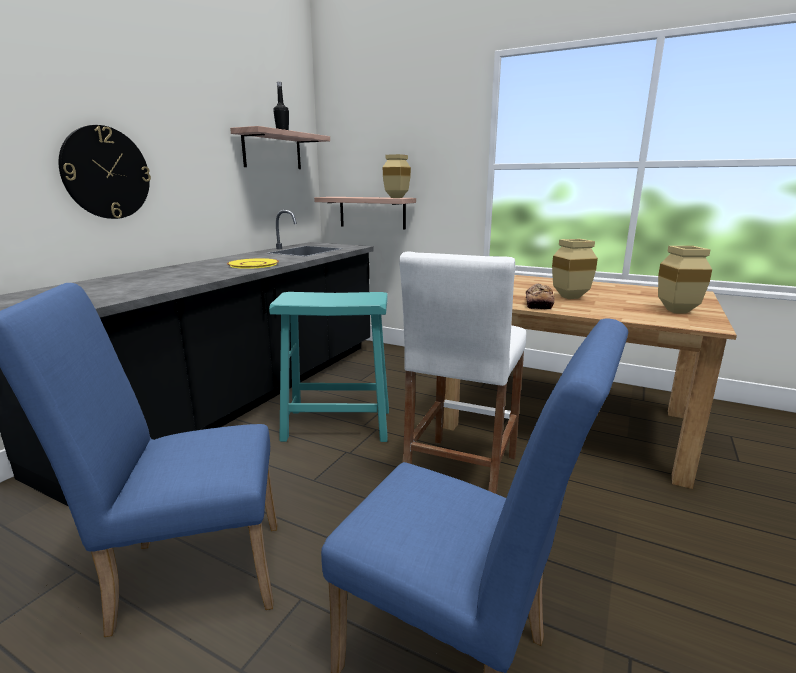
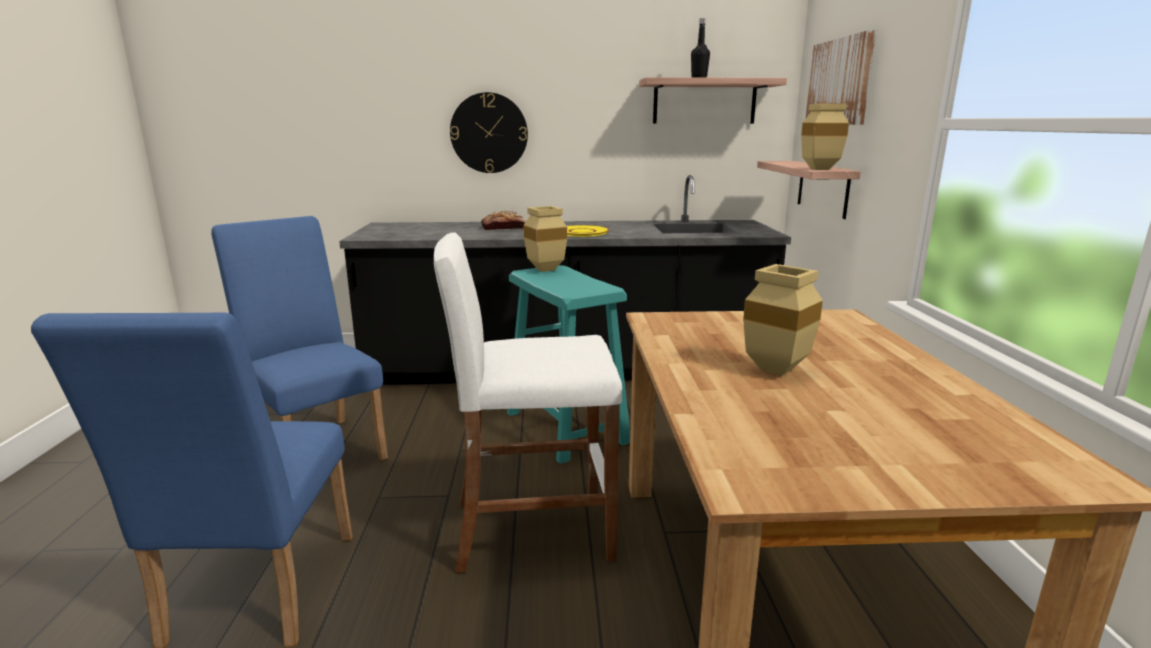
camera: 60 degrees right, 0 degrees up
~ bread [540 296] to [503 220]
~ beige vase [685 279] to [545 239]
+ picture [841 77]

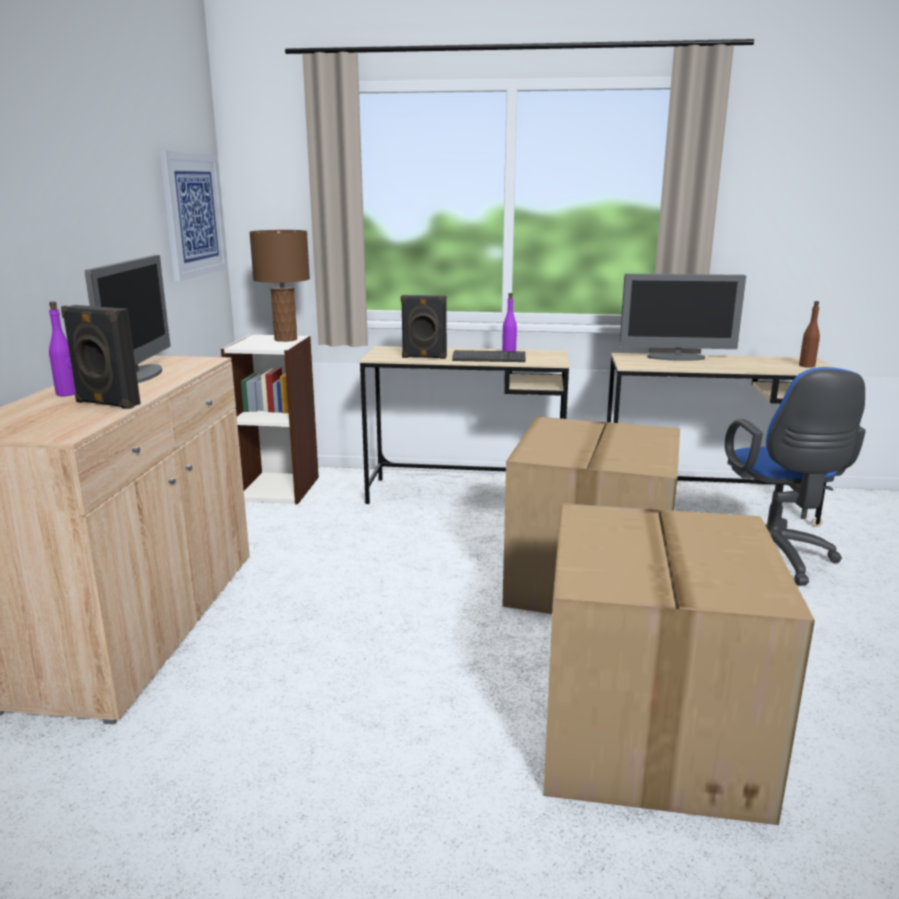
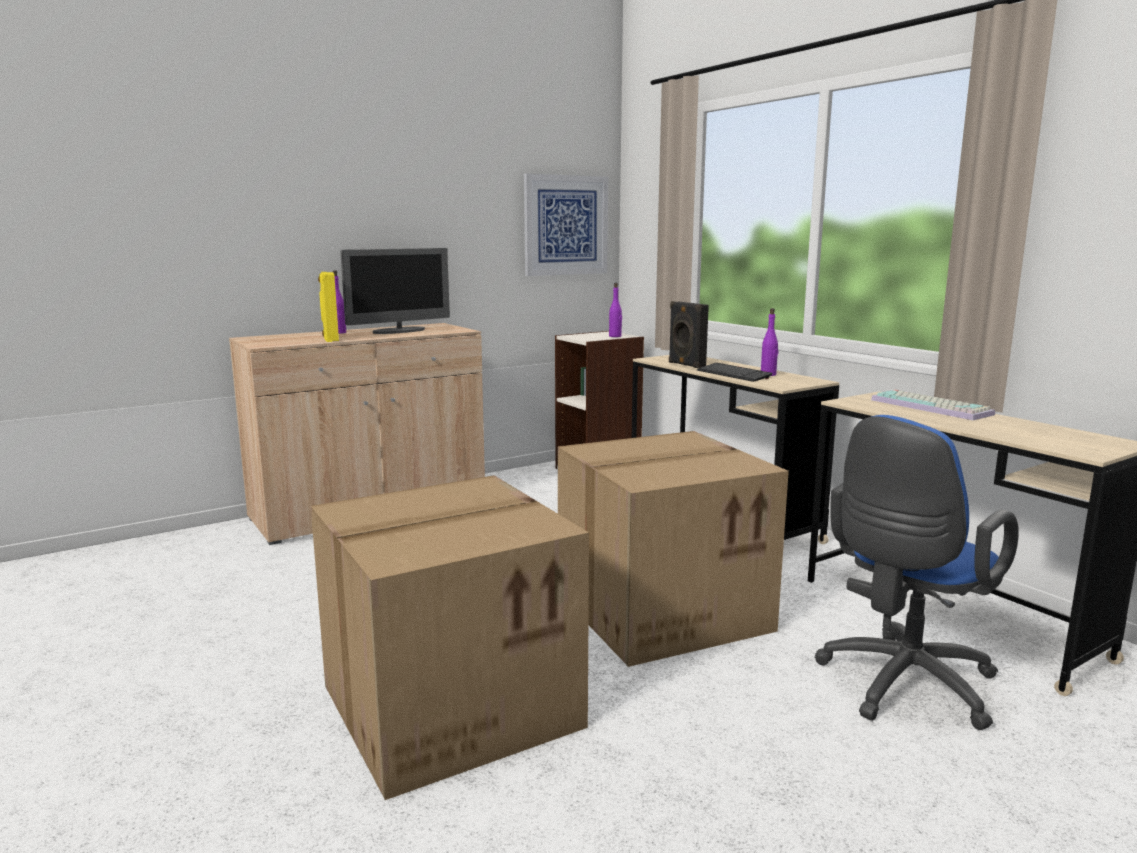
camera: 50 degrees right, 5 degrees down
~ black speaker [101 357] to yellow speaker [328 307]
~ brown table lamp [280 286] to purple bottle [615 310]
~ monitor [682 317] to keyboard [933 405]
- brown bottle [809 334]

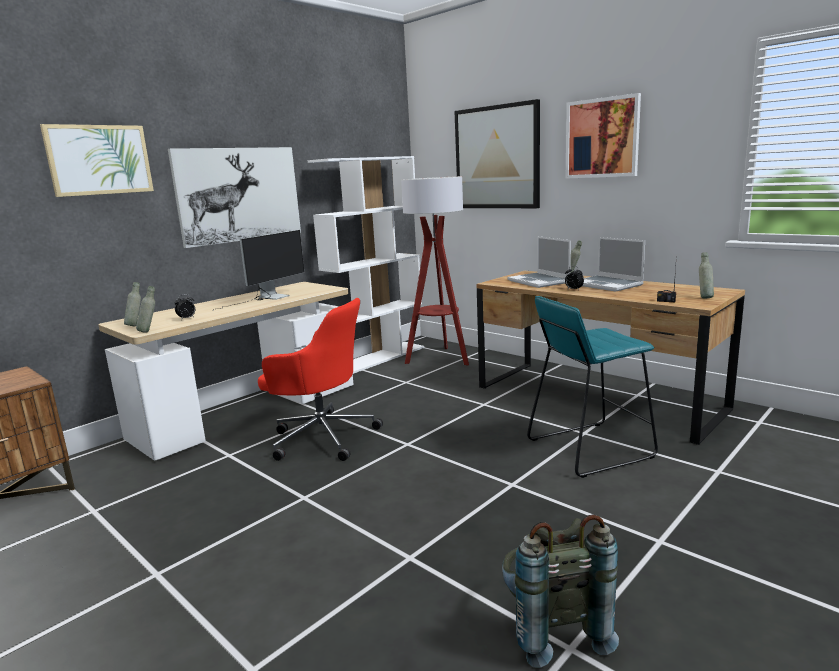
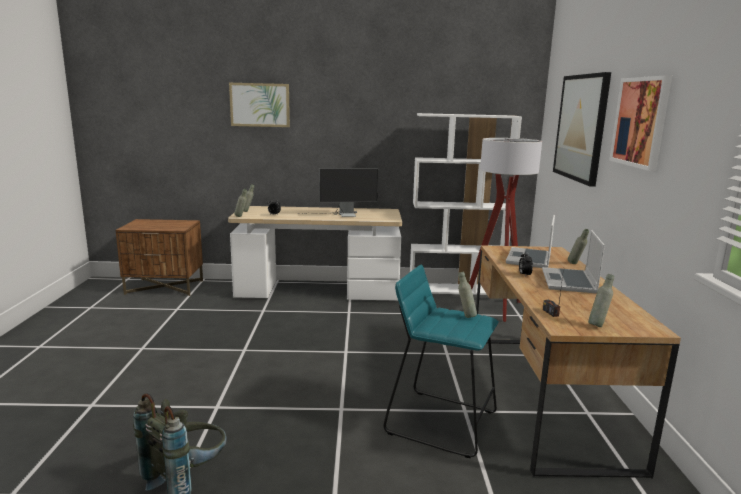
camera: 45 degrees right, 0 degrees up
+ grey bottle [467 295]
- picture [234 197]
- red office chair [320 379]

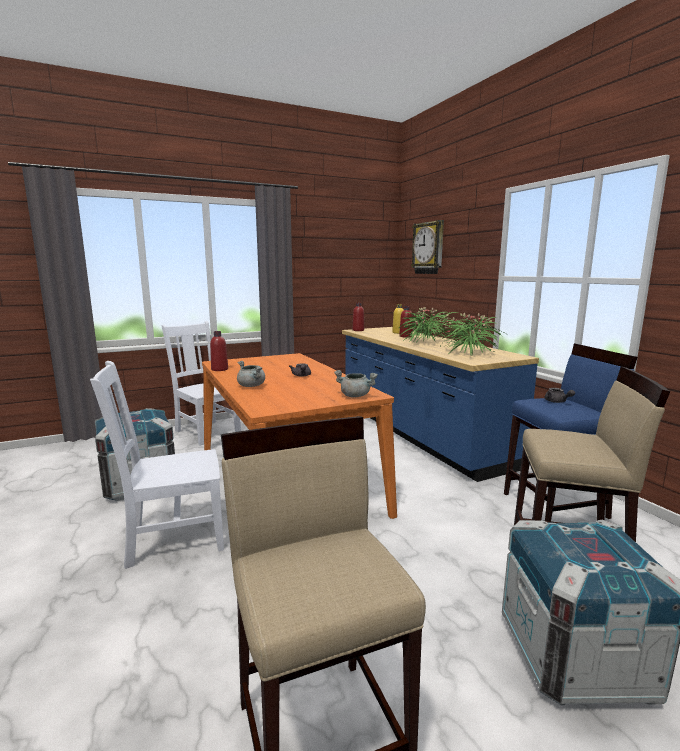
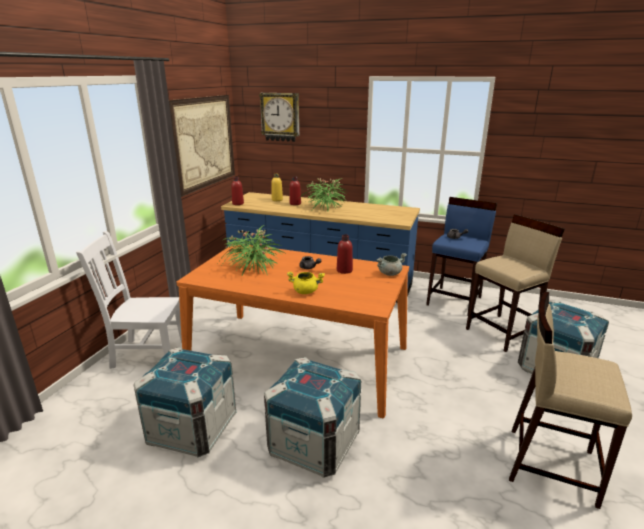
camera: 45 degrees left, 10 degrees up
+ picture [202 146]
~ potted plant [470 334] to [251 250]
~ white chair [157 465] to crate [312 417]
~ grey cooking pot [251 374] to yellow cooking pot [306 283]
~ red bottle [219 351] to [345 254]

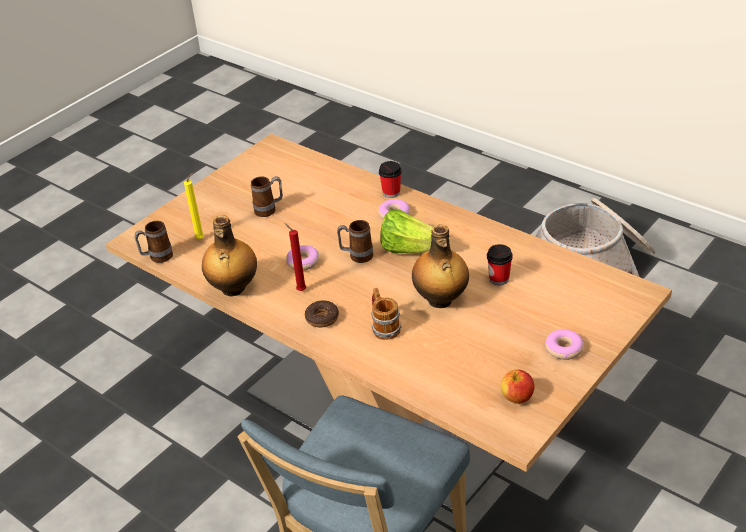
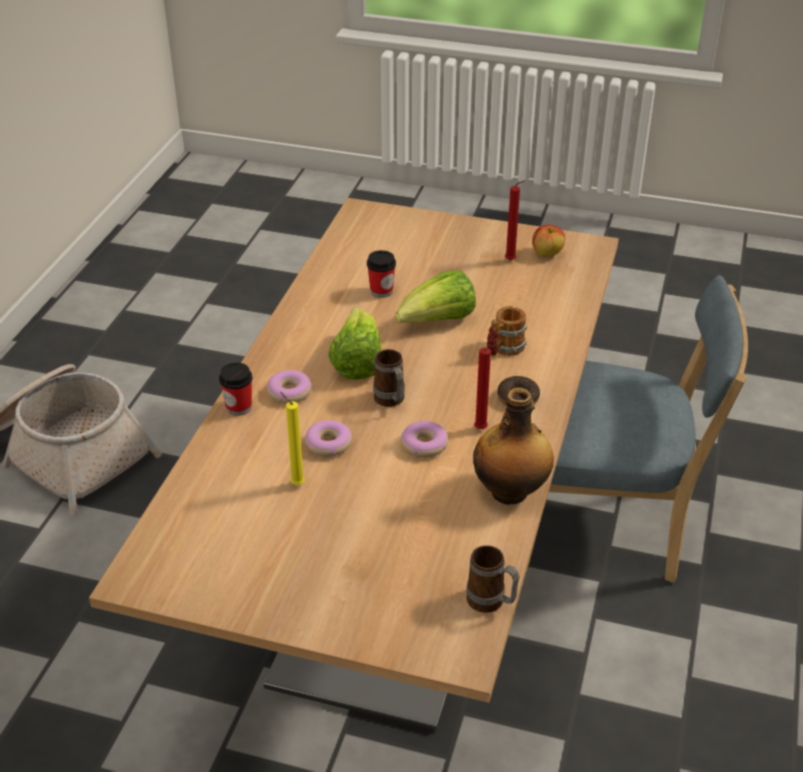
camera: 115 degrees left, 0 degrees up
~ yellow candle [194 205] to [292 438]
~ donut [564 344] to [328 438]
~ bottle [440 266] to lettuce [435 296]
+ red candle [515 220]
- mug [267 196]

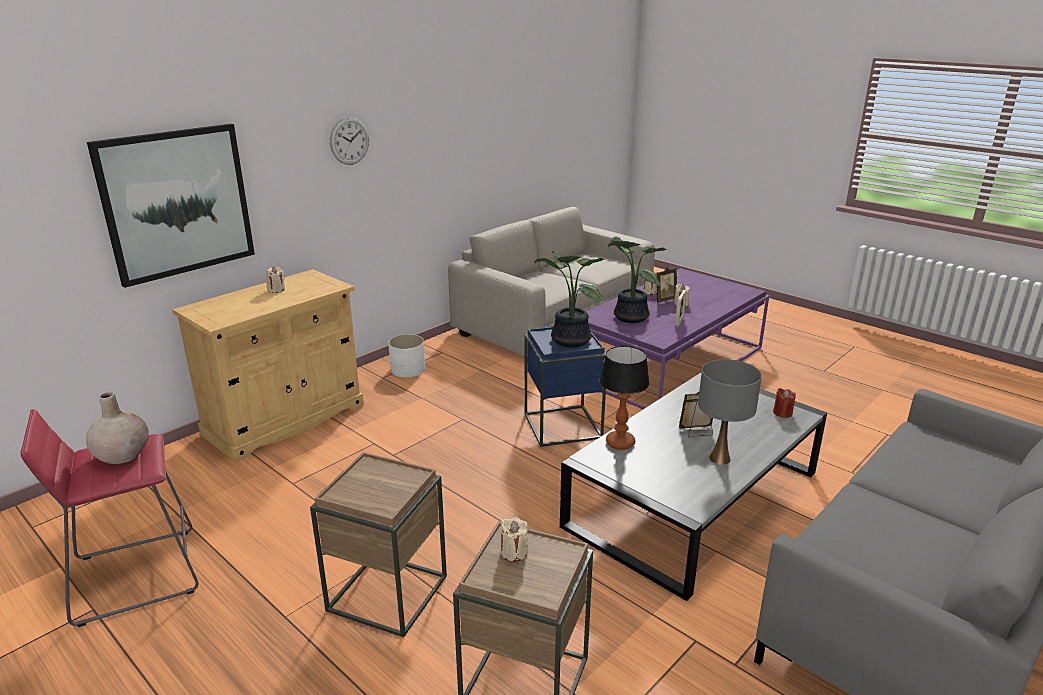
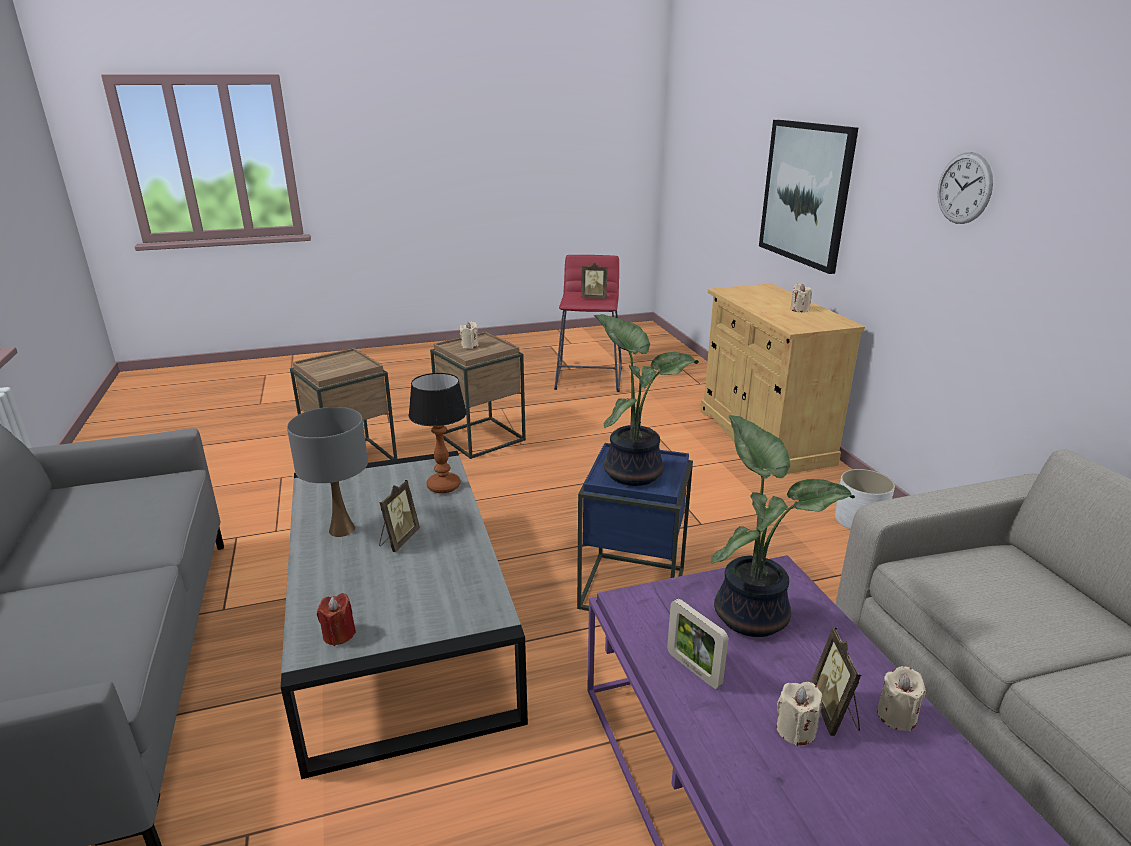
camera: 120 degrees right, 0 degrees up
~ beige candle [514 539] to [469 335]
~ beige vase [117 428] to picture frame [594 281]

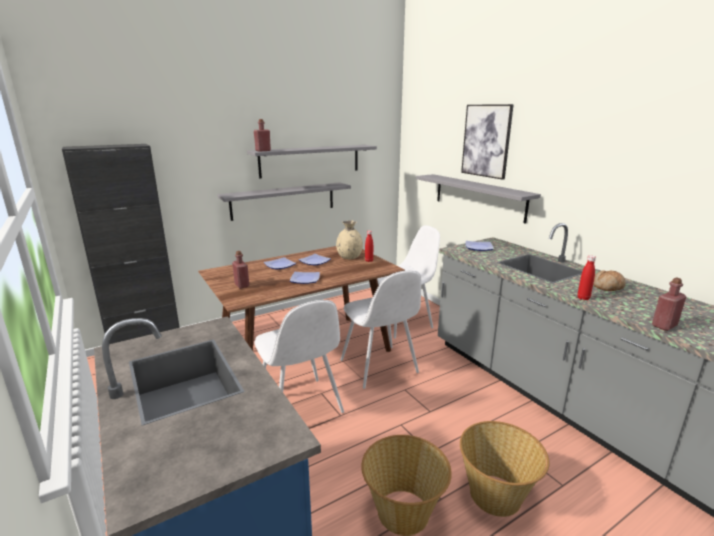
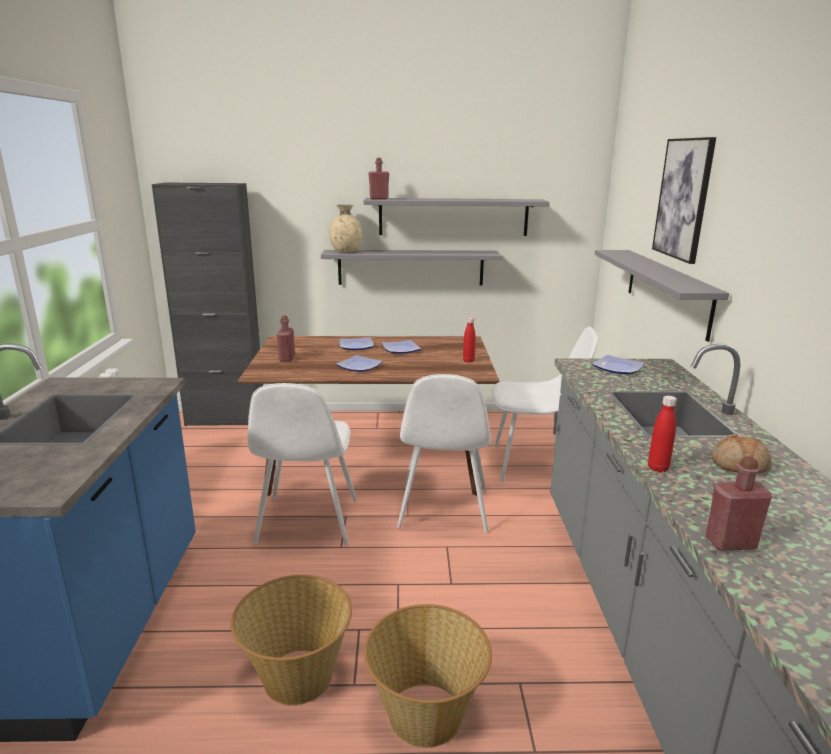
camera: 30 degrees right, 0 degrees up
~ beige vase [349 239] to [345 228]

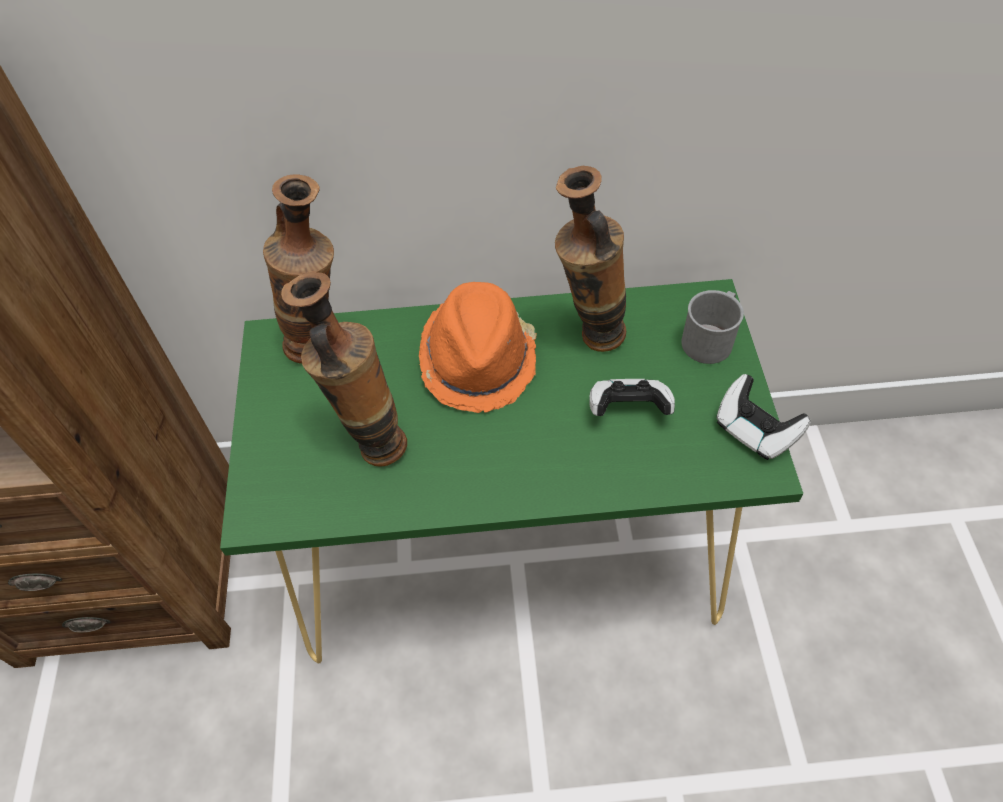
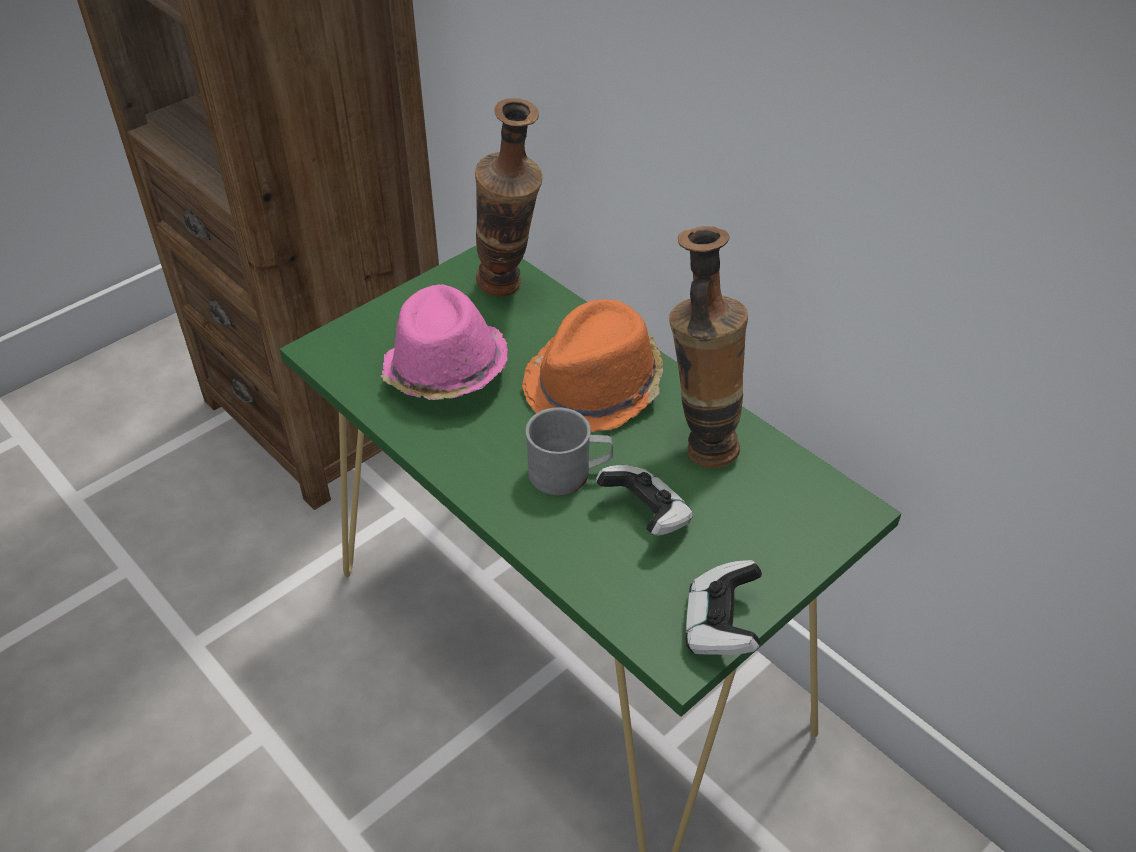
camera: 50 degrees right, 10 degrees down
~ vase [344 369] to pink hat [444 342]
~ grey mug [712 327] to [569 451]

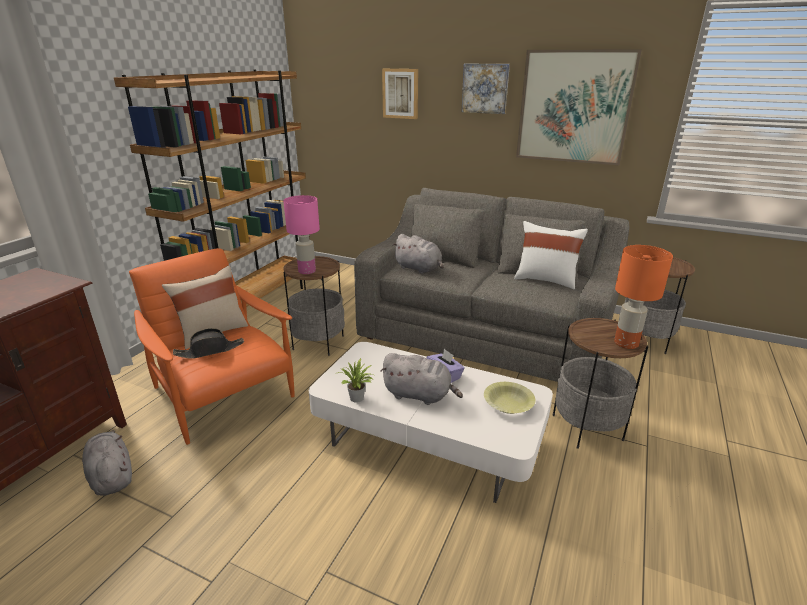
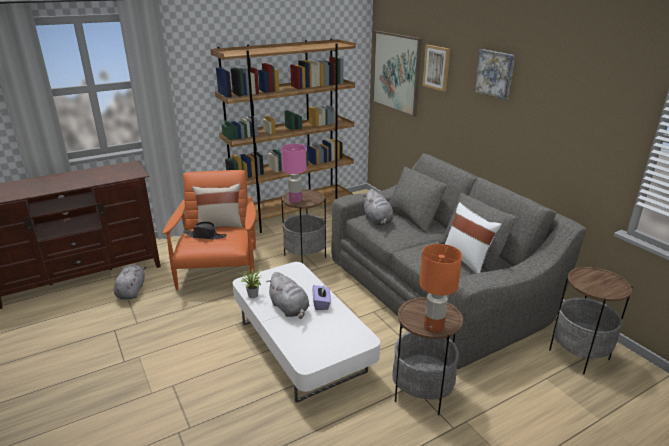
camera: 35 degrees right, 0 degrees up
~ picture [579 107] to [397 74]
- yellow bowl [509 398]

